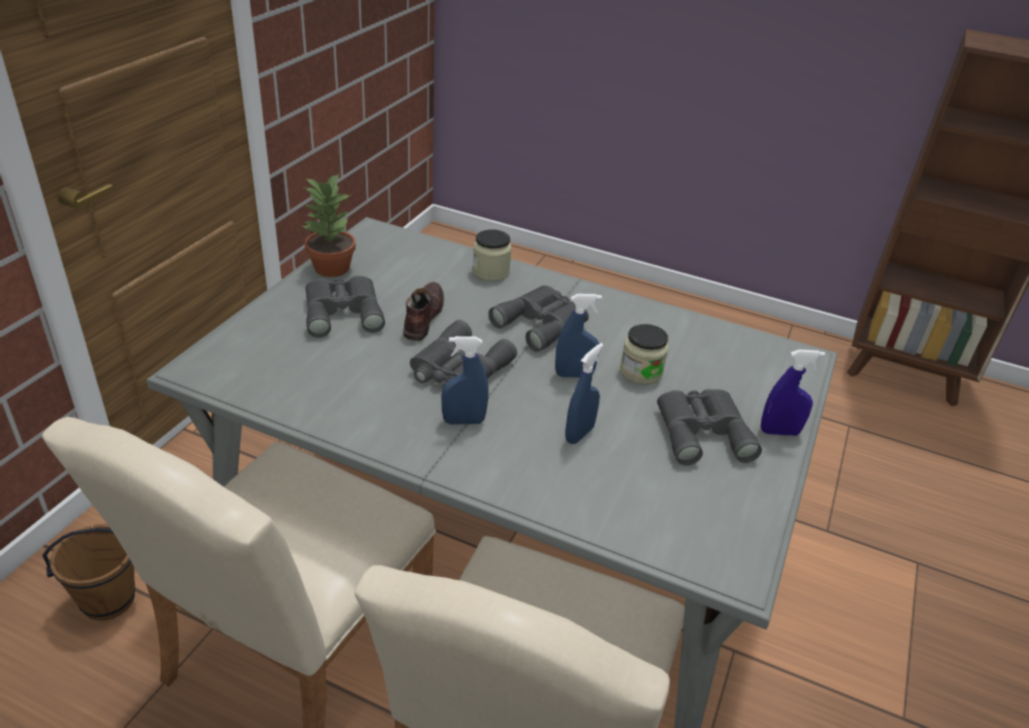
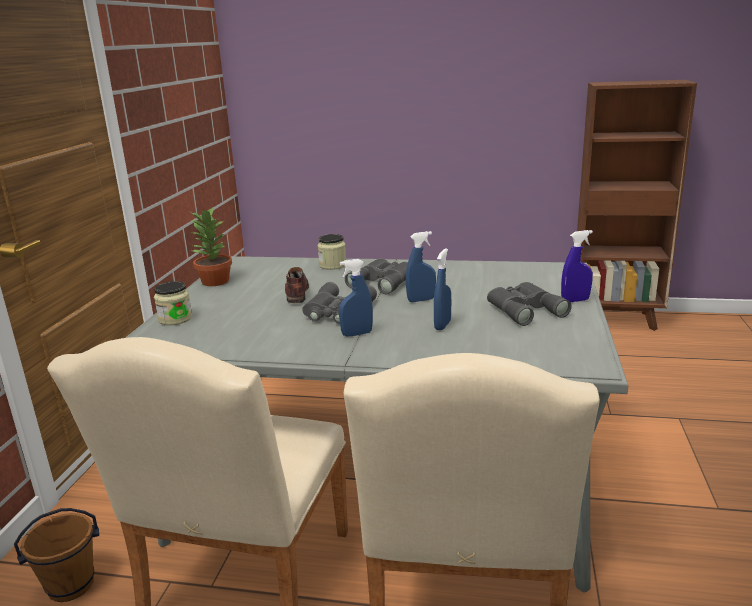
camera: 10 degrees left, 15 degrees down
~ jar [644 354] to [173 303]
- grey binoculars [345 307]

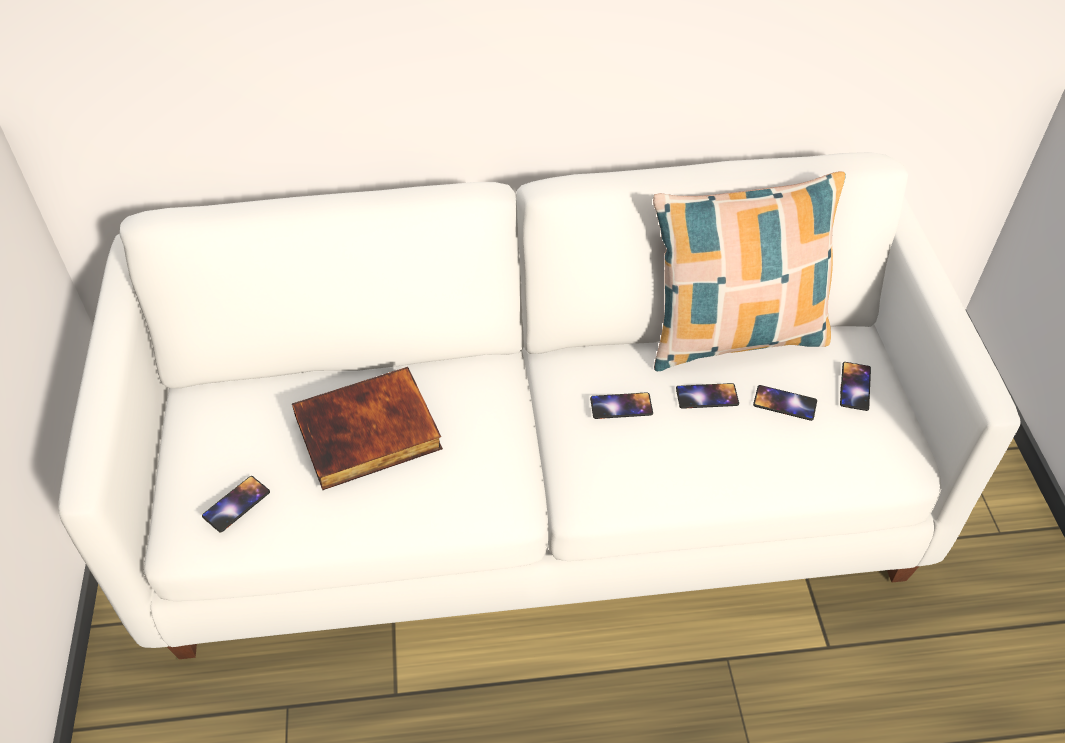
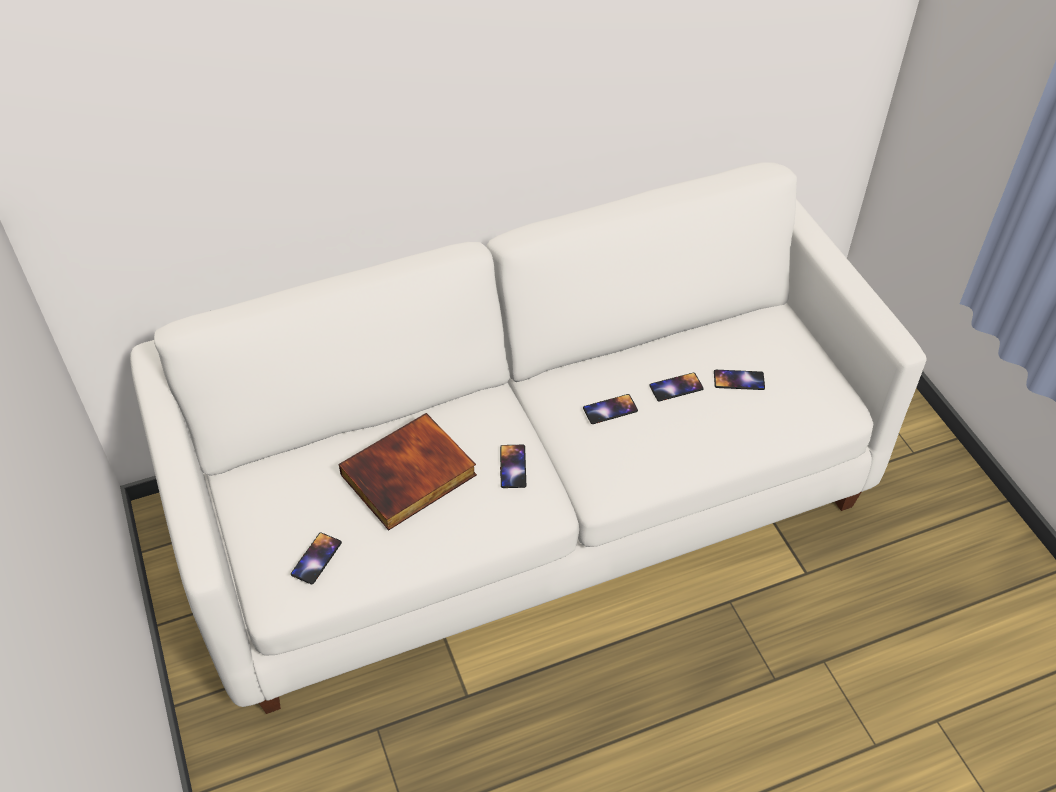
camera: 15 degrees left, 0 degrees up
~ phone [855 386] to [513 466]
- pillow [749 271]

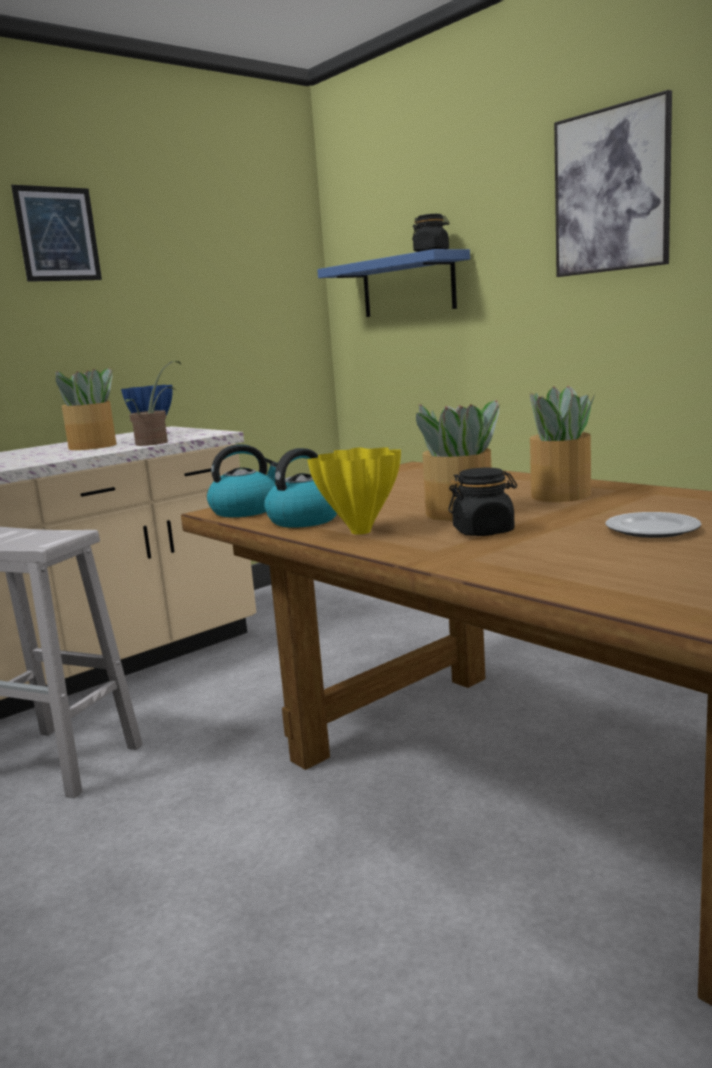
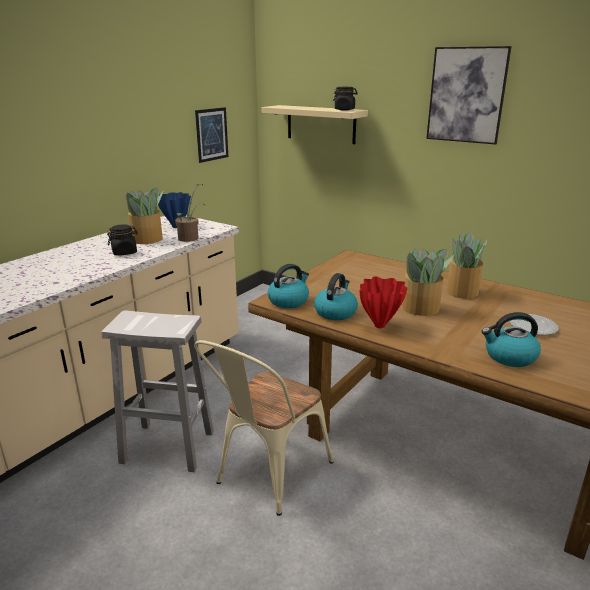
camera: 15 degrees left, 10 degrees up
~ black jar [482 502] to [122 240]
+ beige chair [264 428]
~ picture [56 233] to [211 135]
~ blue shelf [393 283] to beige shelf [315 124]
~ yellow vase [354 491] to red vase [383 302]
+ kettle [511 339]

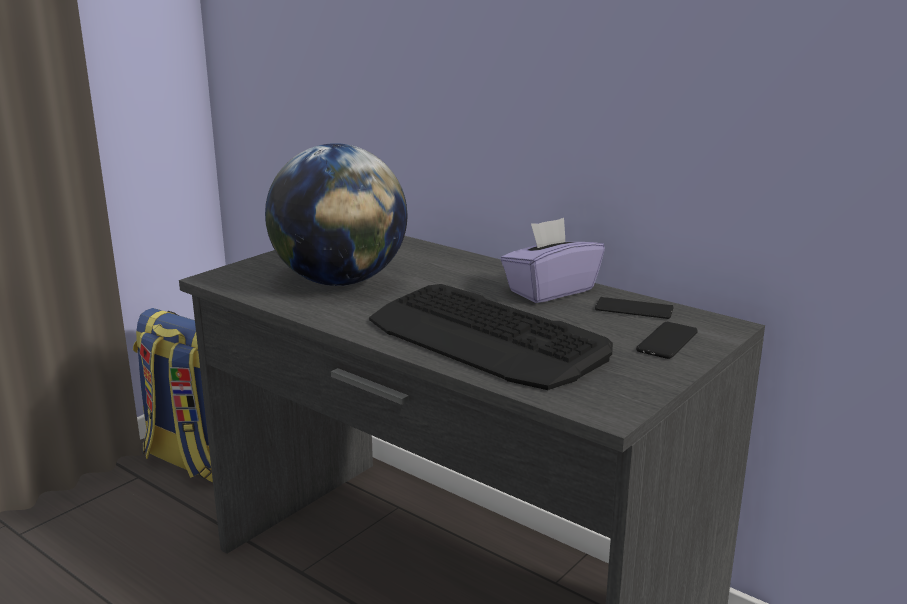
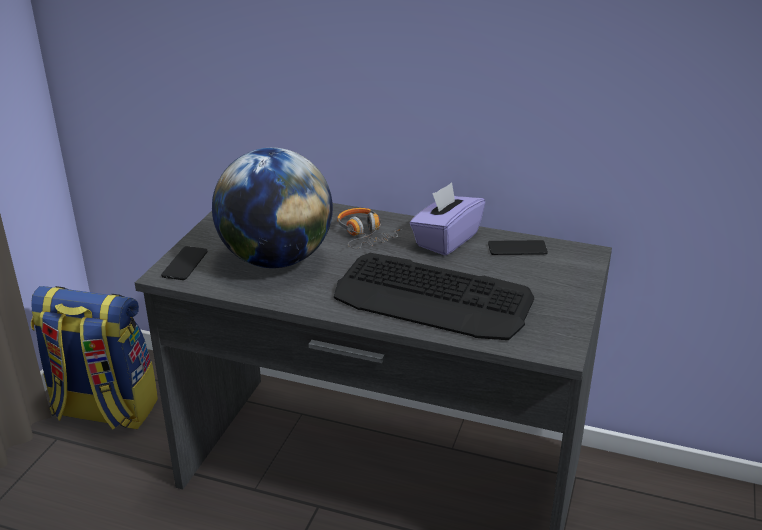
camera: 20 degrees left, 10 degrees up
~ phone [667 340] to [184 263]
+ headphones [370 228]

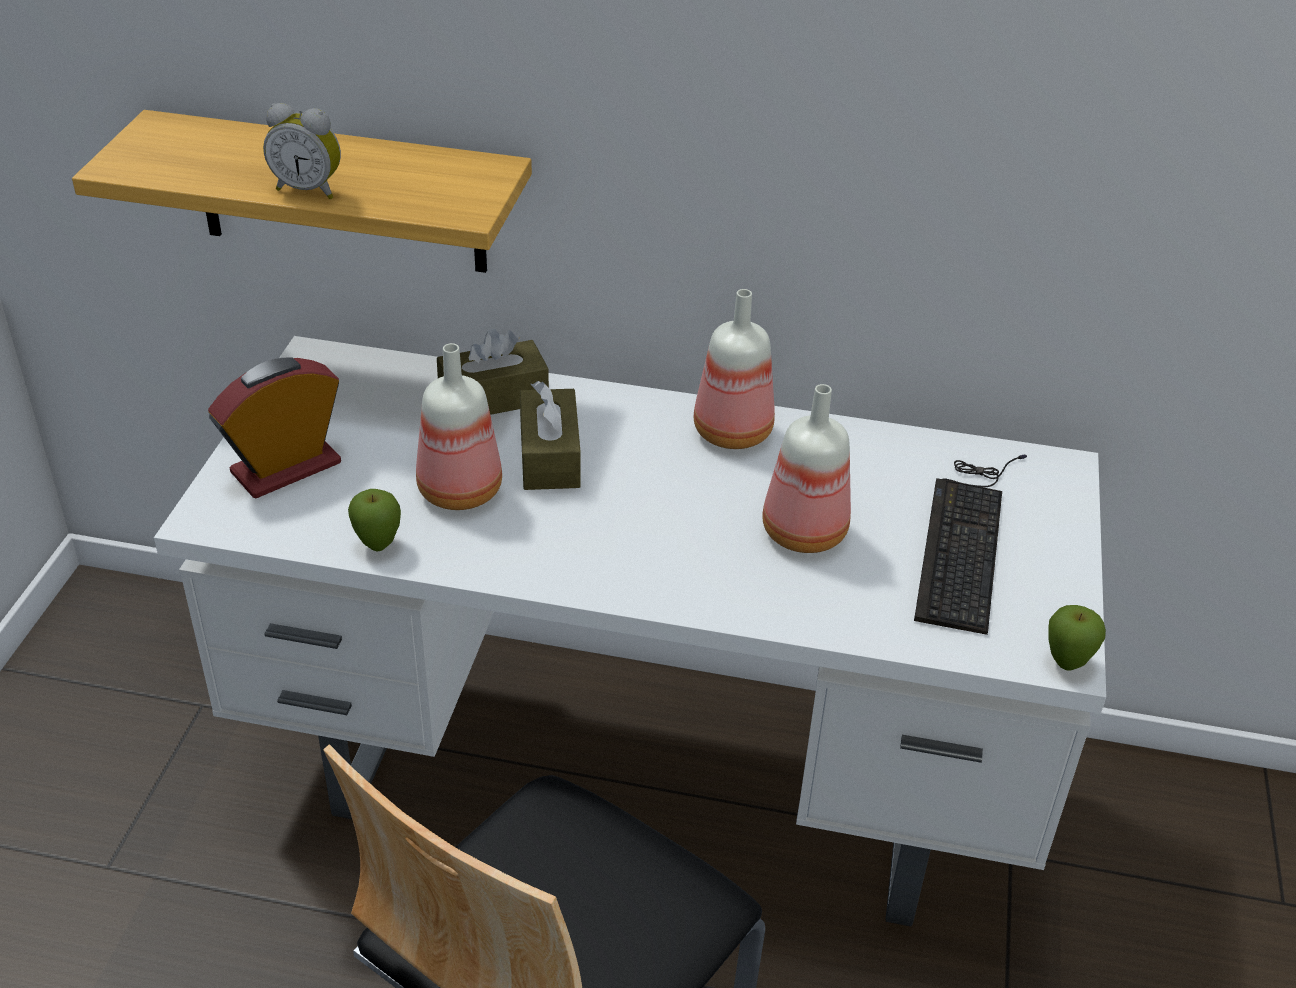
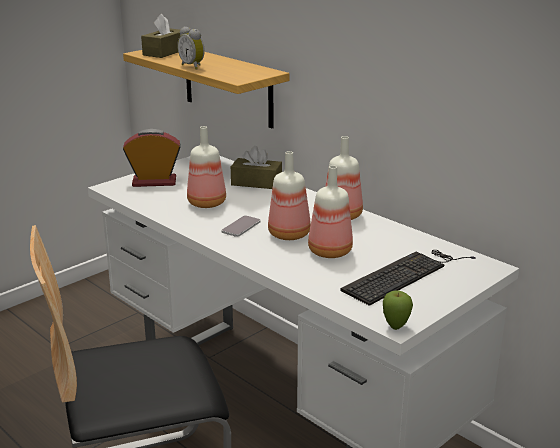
camera: 35 degrees right, 15 degrees down
~ brown tissue box [550 435] to [160 36]
+ phone [241 226]
+ bottle [289 195]
- apple [374 520]

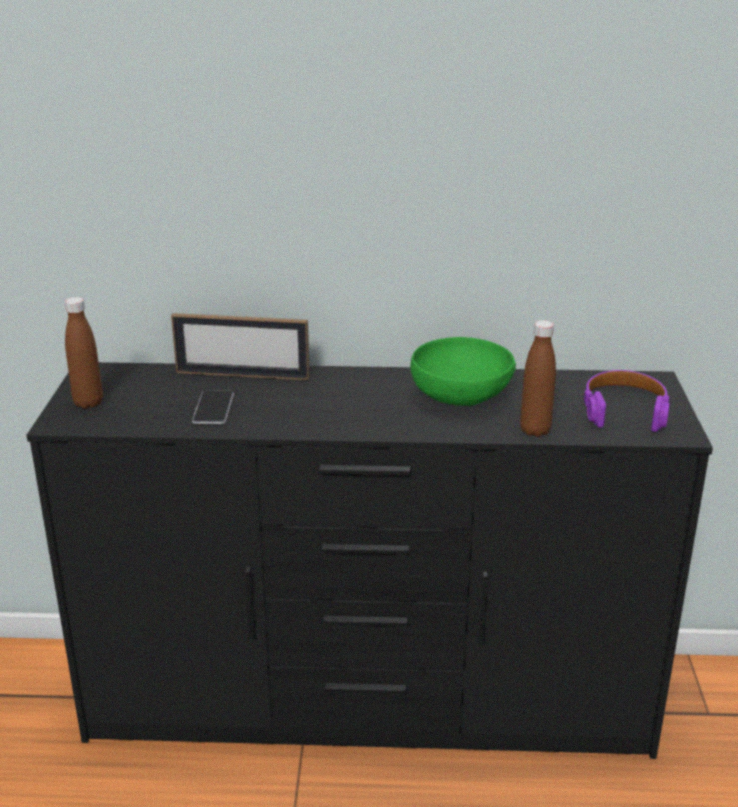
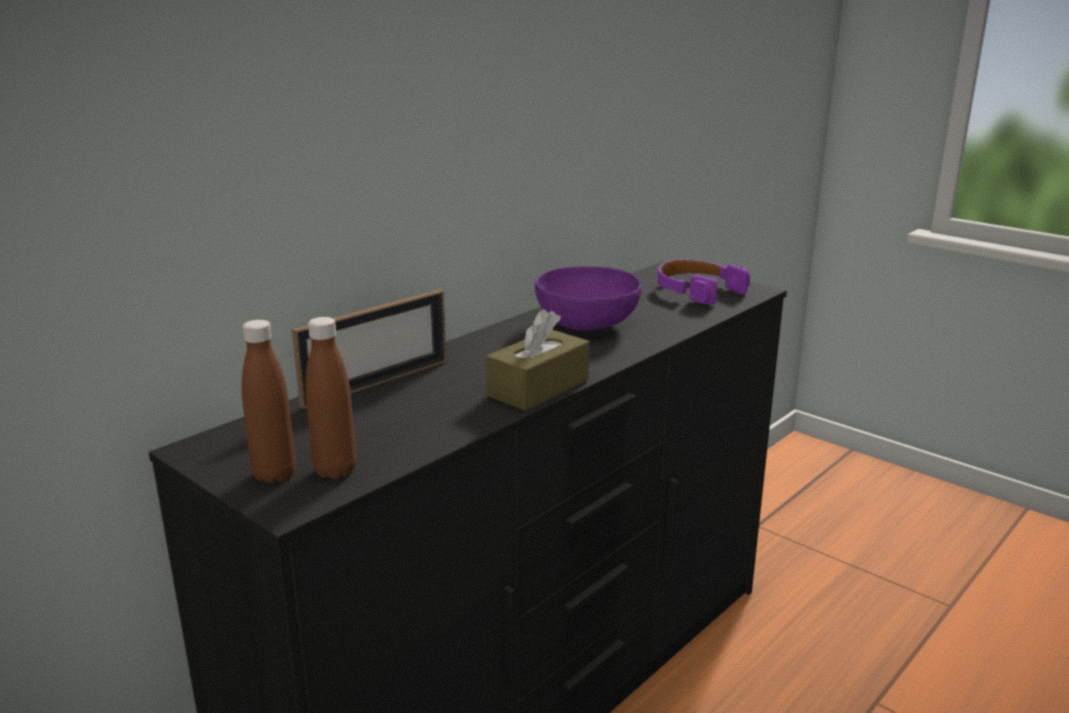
camera: 50 degrees left, 5 degrees down
~ brown bottle [538 378] to [330 398]
+ brown tissue box [537 360]
~ green bowl [463 371] to purple bowl [588 298]
- phone [213 407]

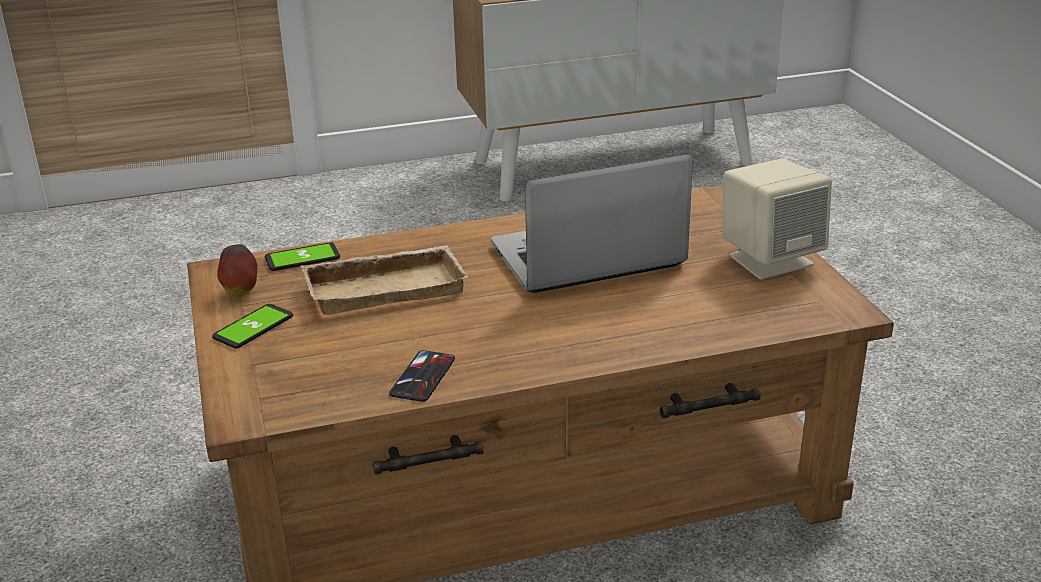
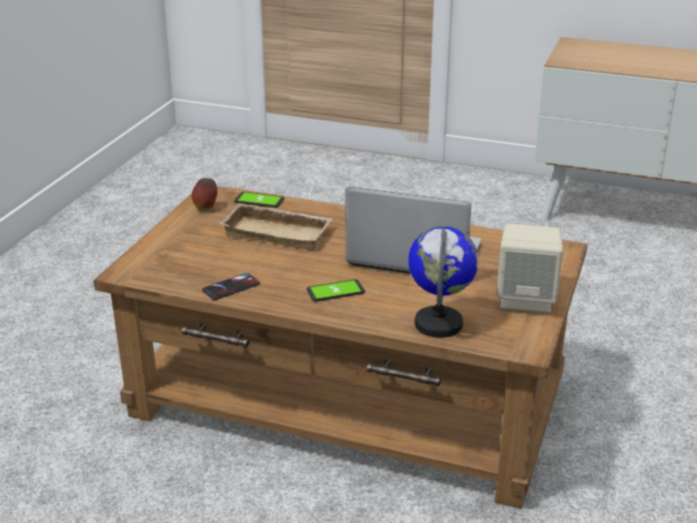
camera: 35 degrees right, 0 degrees up
~ phone [252 326] to [336 290]
+ globe [443 282]

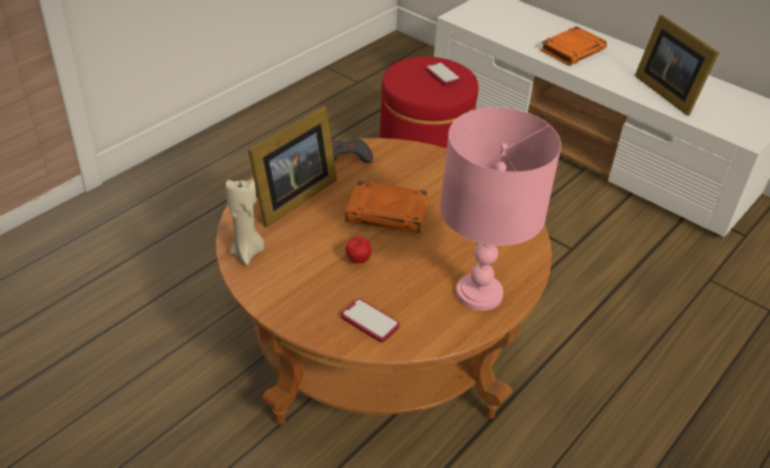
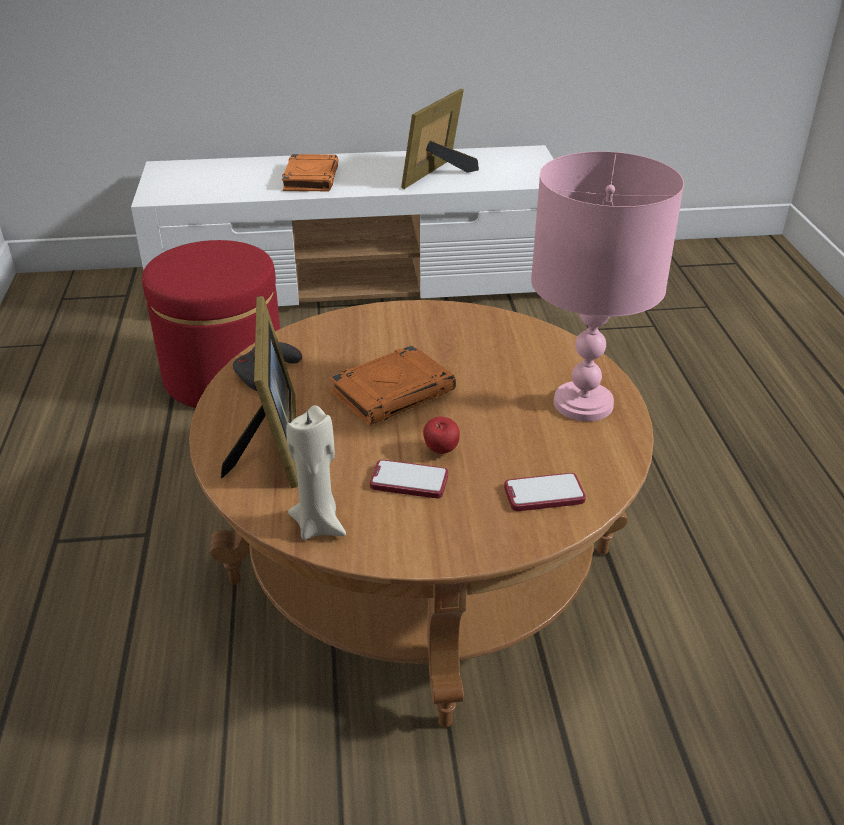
camera: 45 degrees left, 5 degrees down
~ phone [443 74] to [409 479]
~ picture frame [677 65] = [440 139] 105 degrees clockwise

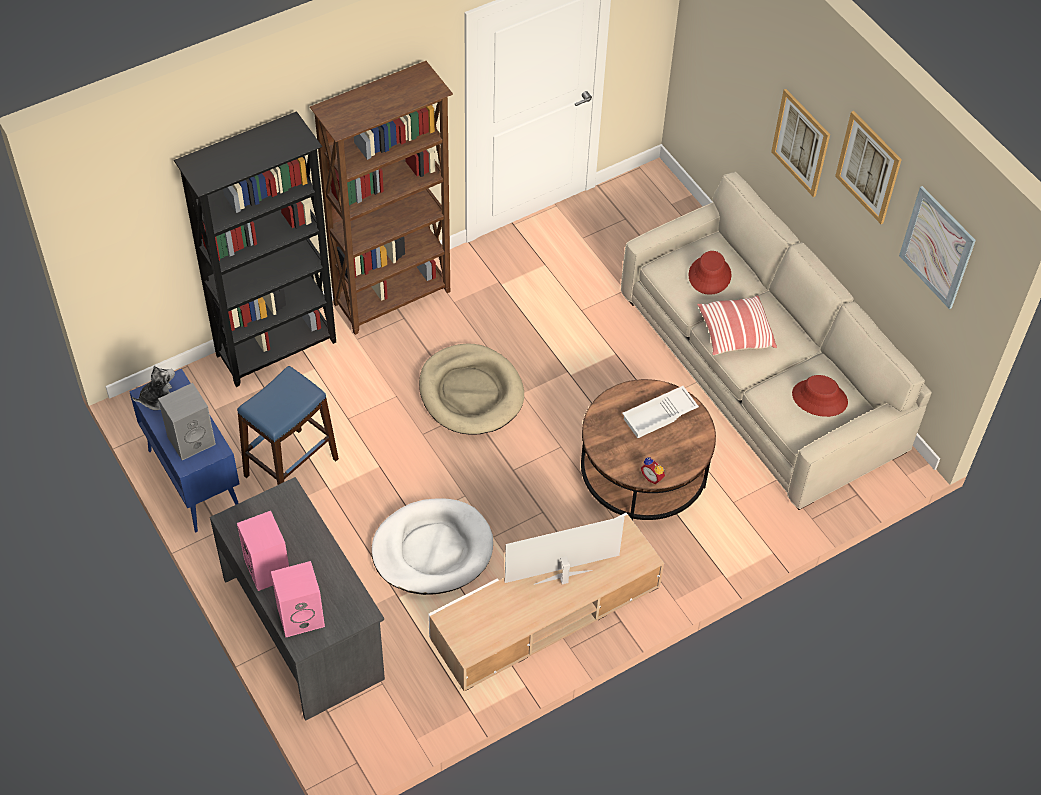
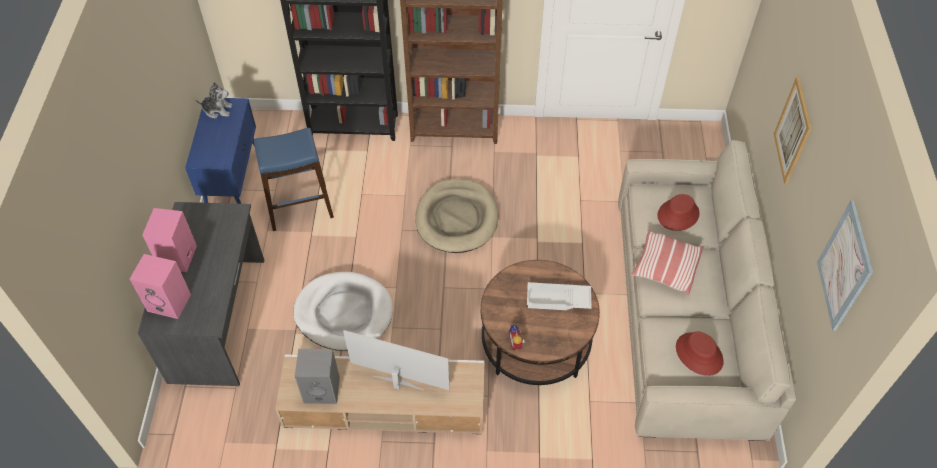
camera: 35 degrees right, 0 degrees up
~ grey speaker [187 421] to [317 376]
- picture [868 167]

